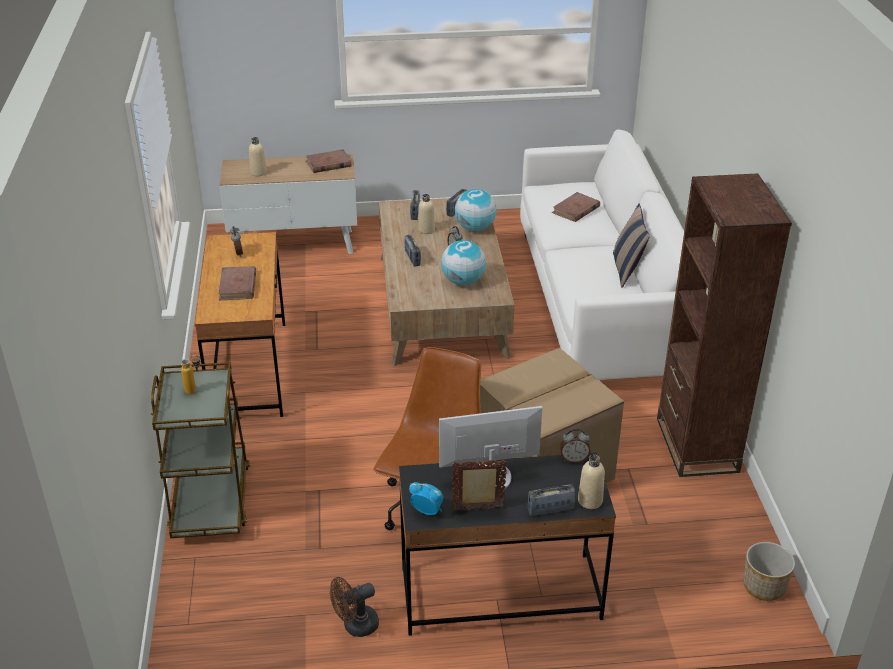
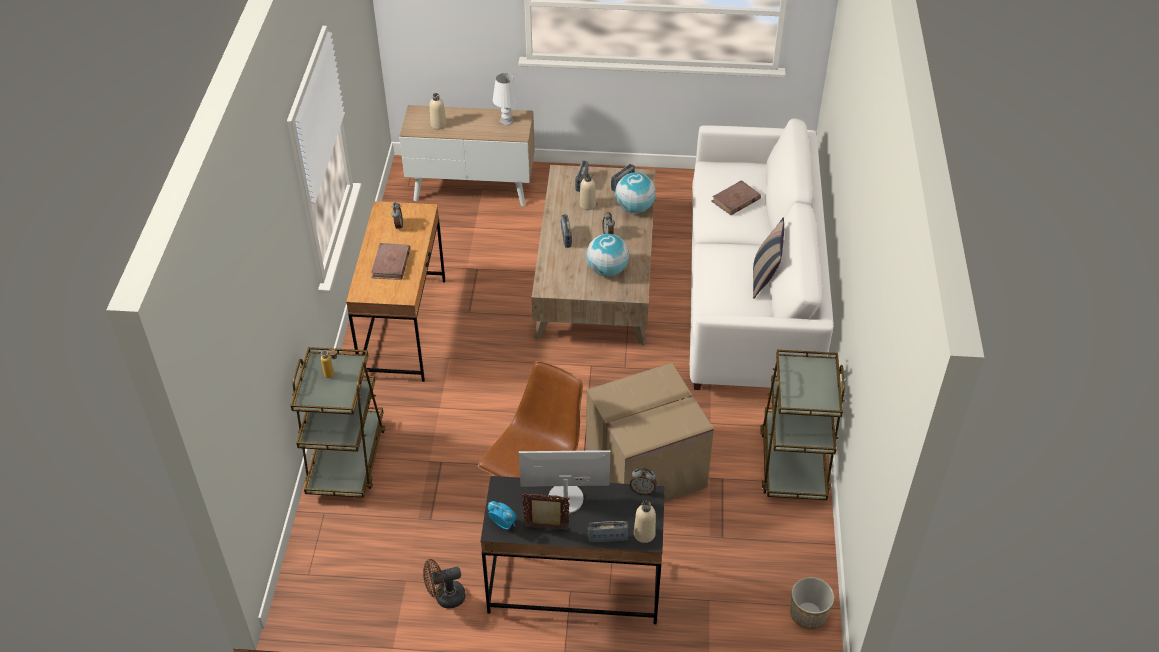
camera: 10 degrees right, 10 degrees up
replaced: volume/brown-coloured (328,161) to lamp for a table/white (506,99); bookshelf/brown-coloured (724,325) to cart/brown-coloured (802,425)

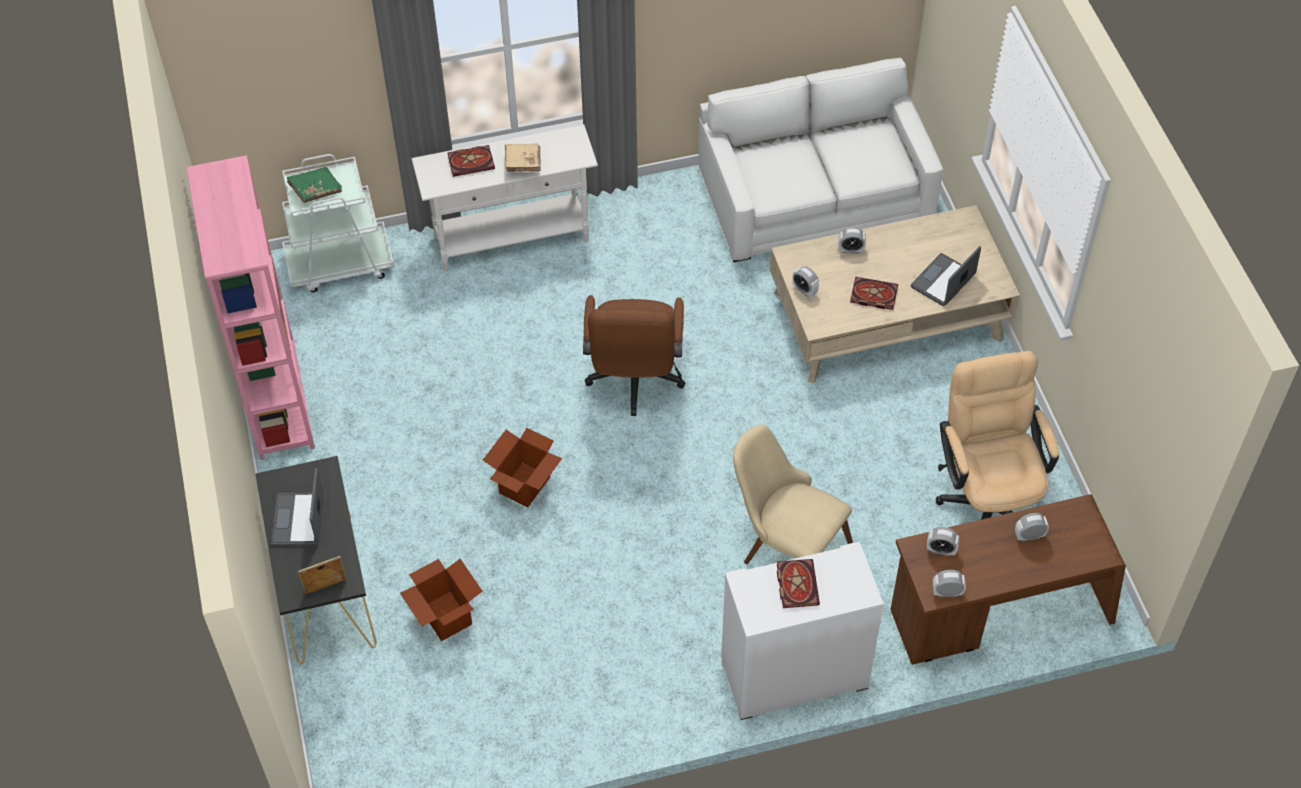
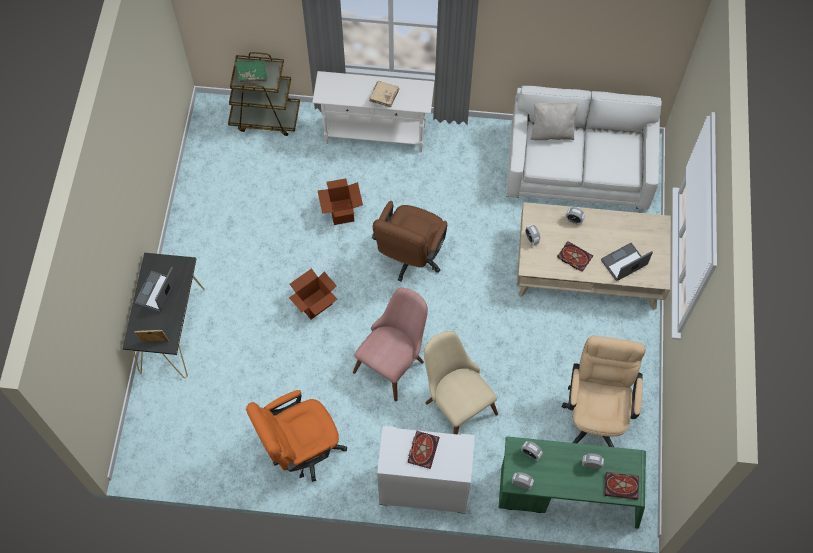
camera: 20 degrees right, 10 degrees up
removed: bookshelf/pinkish (251,307)
added: computer chair/orangey (296,436); plain chair/pinkish (390,345); pillow/beige-coloured (554,121)
moved: carton (441,600) to (340,201); volume (471,161) to (621,486)
recoloured: cart/white (338,223) to cart/brown-coloured (264,94); desk unit/brown-coloured (1008,579) to desk unit/green (572,482)

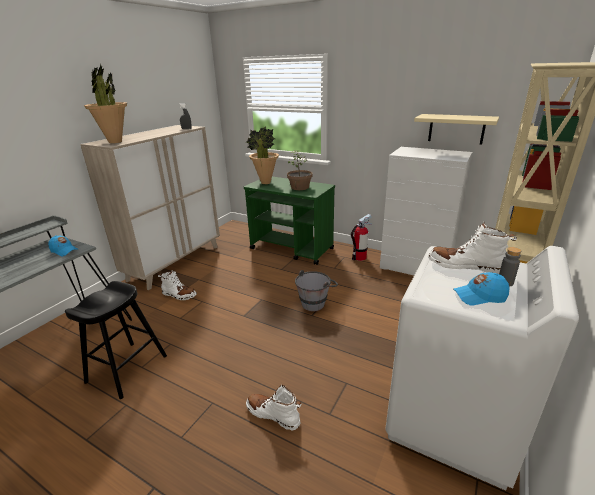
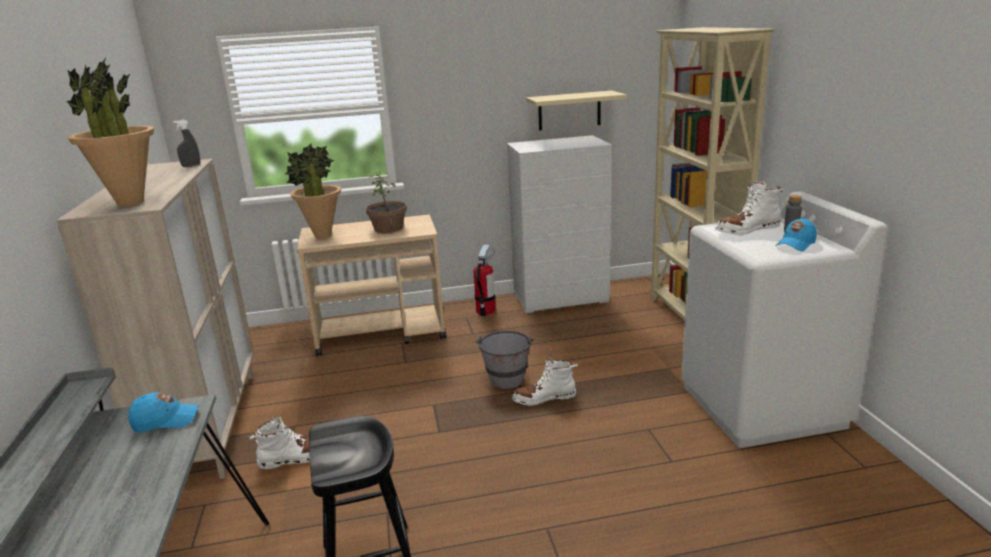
camera: 40 degrees left, 5 degrees down
moved: high-top boot/white (274,407) to (545,381)
recoloured: cart/green (289,221) to cart/beige-coloured (371,285)

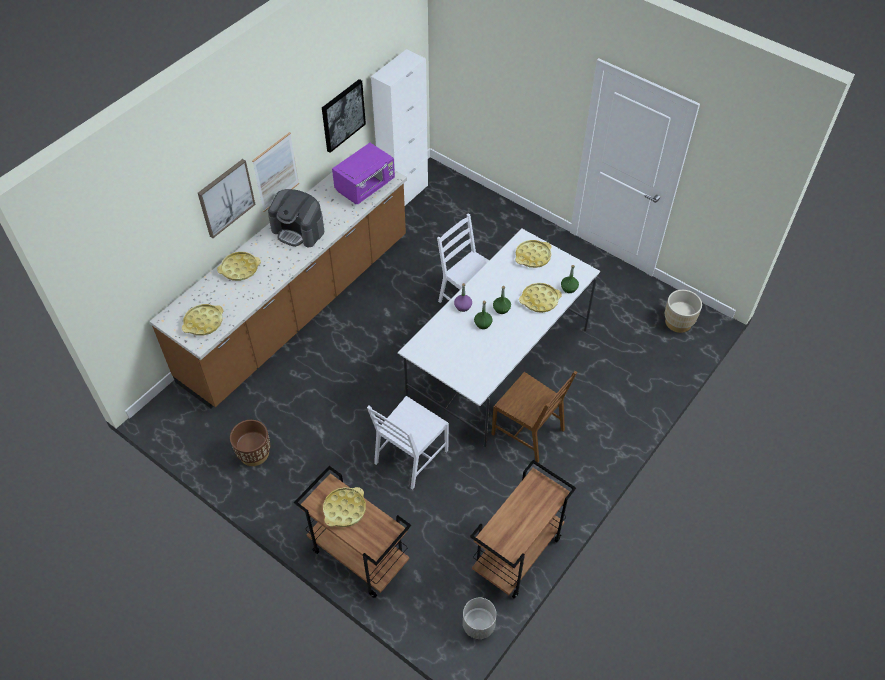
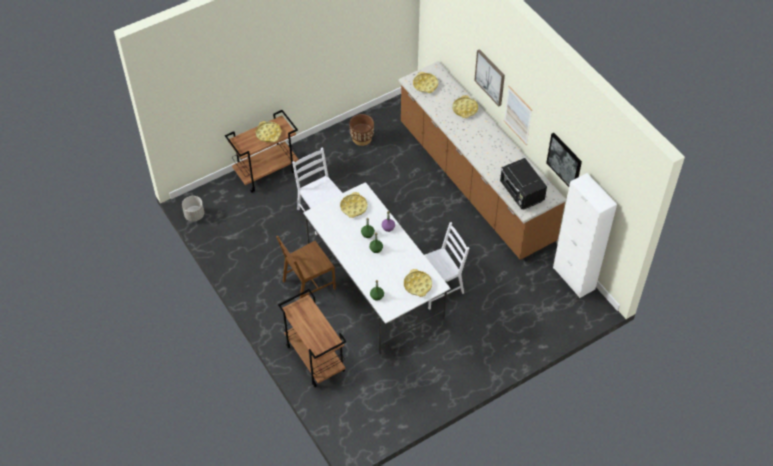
camera: 110 degrees right, 0 degrees up
removed: coffee maker (296,218); flower pot/beige-coloured (683,311)
moved: cart/brown-coloured (523,529) to (312,338); serving tray/yellow (540,298) to (354,205)
recoloured: microwave oven/purple (363,173) to microwave oven/blackish (523,184)

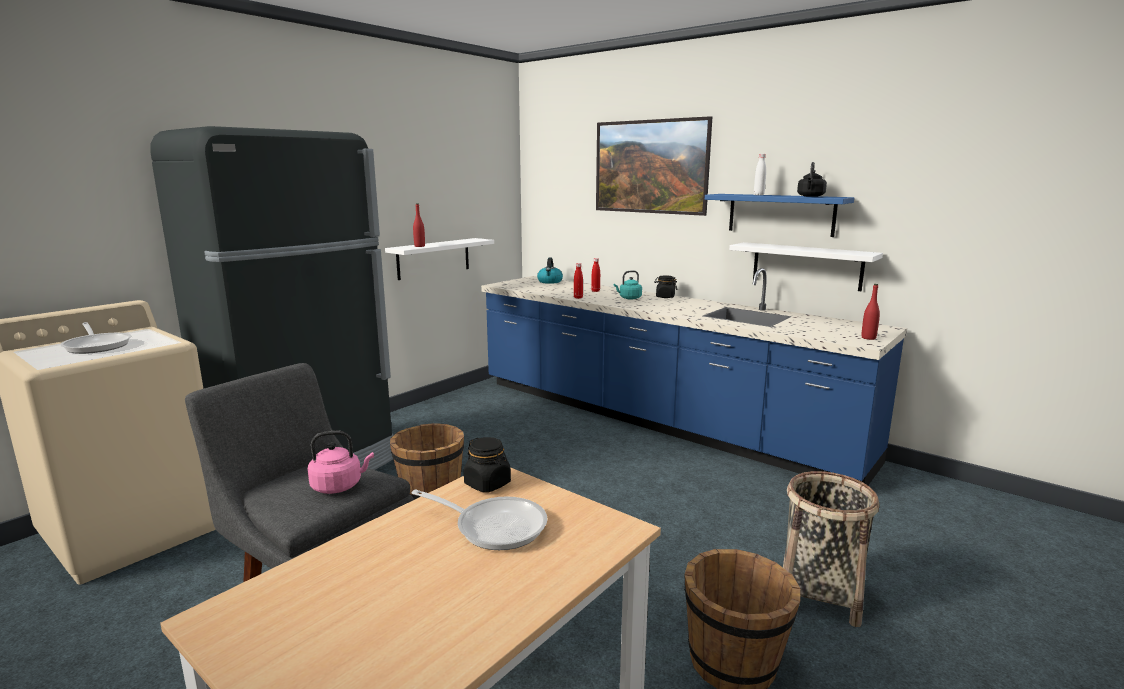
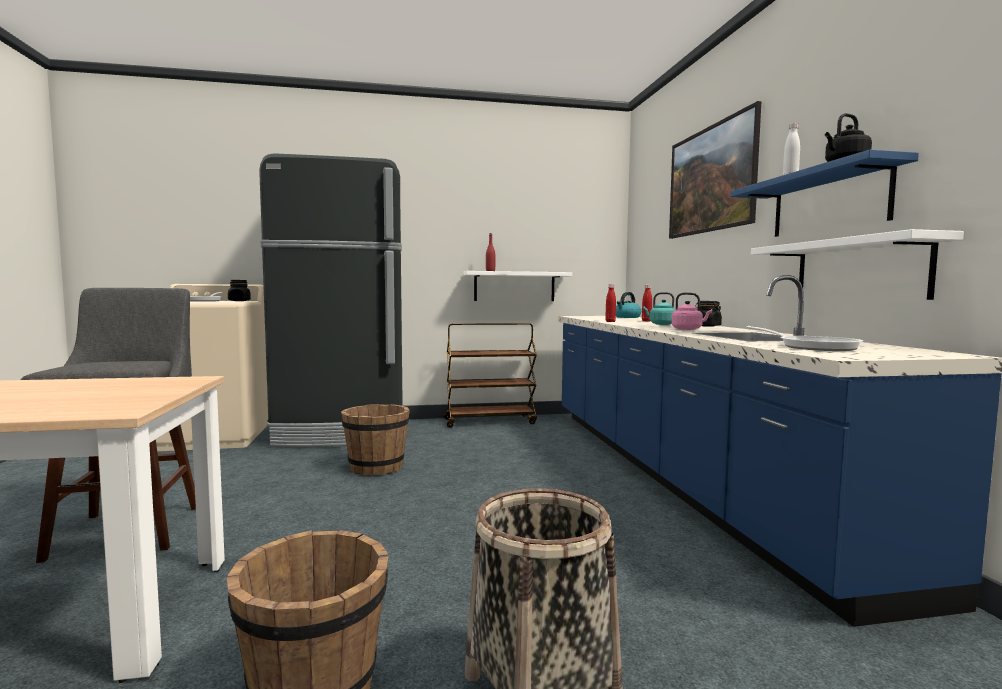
camera: 40 degrees right, 10 degrees down
removed: drink bottle/red-coloured (870,312)
added: cart/brown-coloured (490,375)
moved: water kettle/pinkish (340,462) to (691,311); pan (480,519) to (804,338); preserve jar/blackish (487,465) to (239,290)

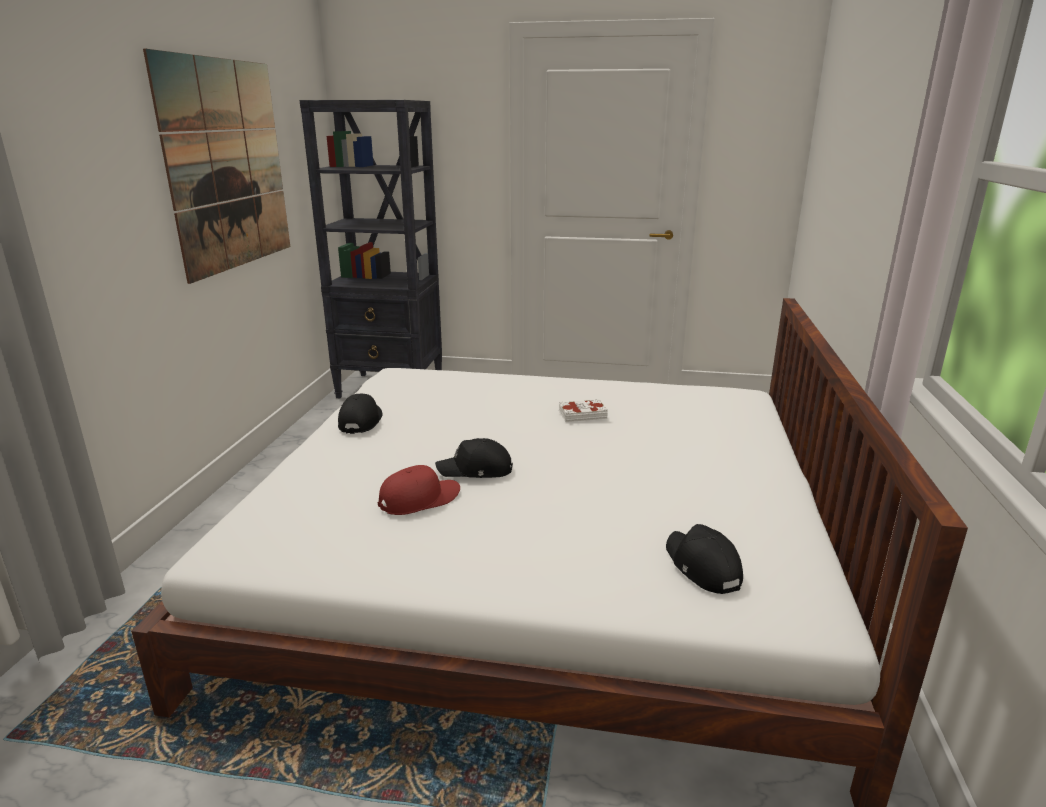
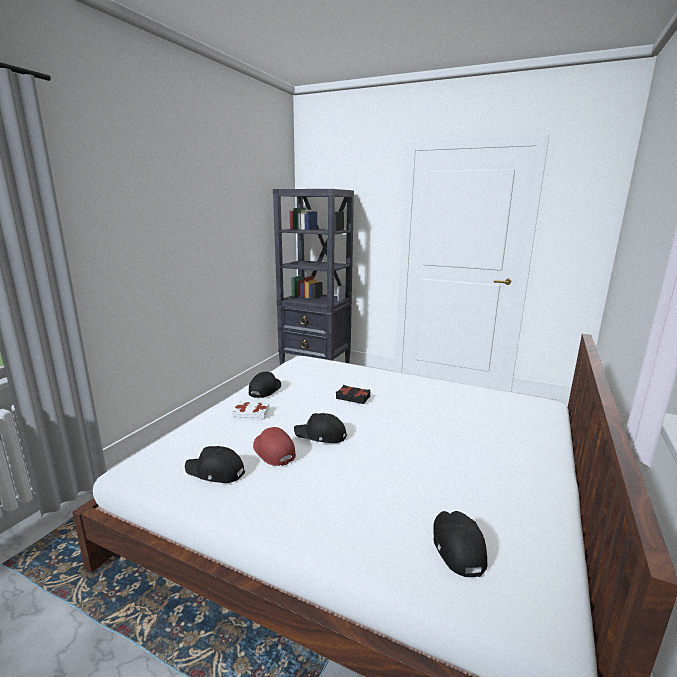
camera: 15 degrees right, 5 degrees down
removed: picture (216,166)
added: peaked cap/blackish (215,464); volume/blackish (353,394)
moved: volume/white (583,410) to (250,410)
turned: peaked cap/red-coloured (419,490) = (274,446) 105 degrees counterclockwise

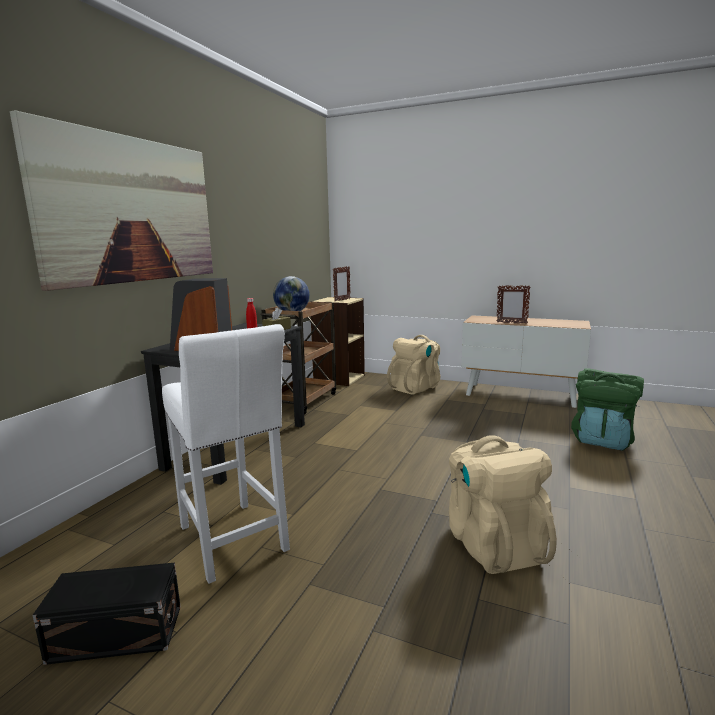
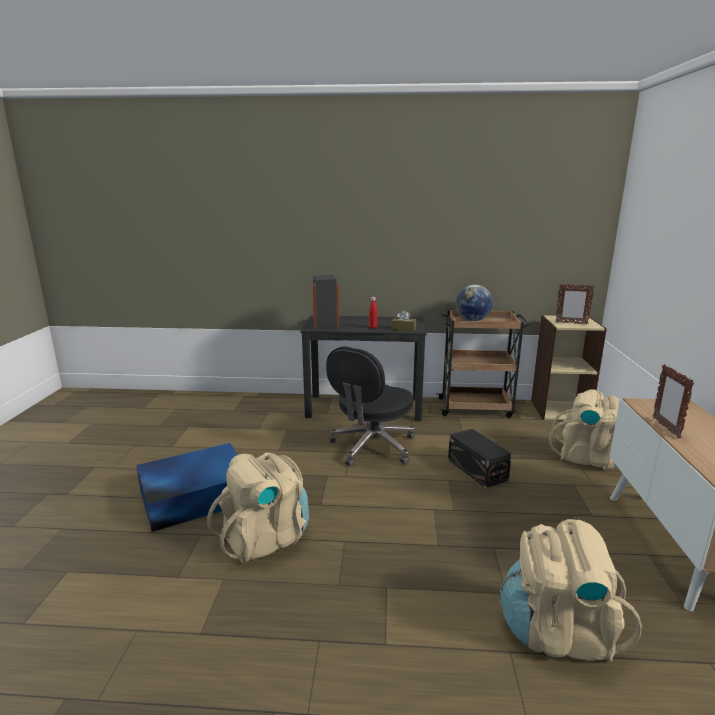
camera: 70 degrees right, 5 degrees up
removed: picture (111,200); stool/white (226,454)
added: storage bin/bluish (187,487); computer chair/blackish (370,406)
moved: storage bin/blackish (107,614) to (480,458)
recoloured: backpack/green (607,409) to backpack/beige-coloured (571,590)

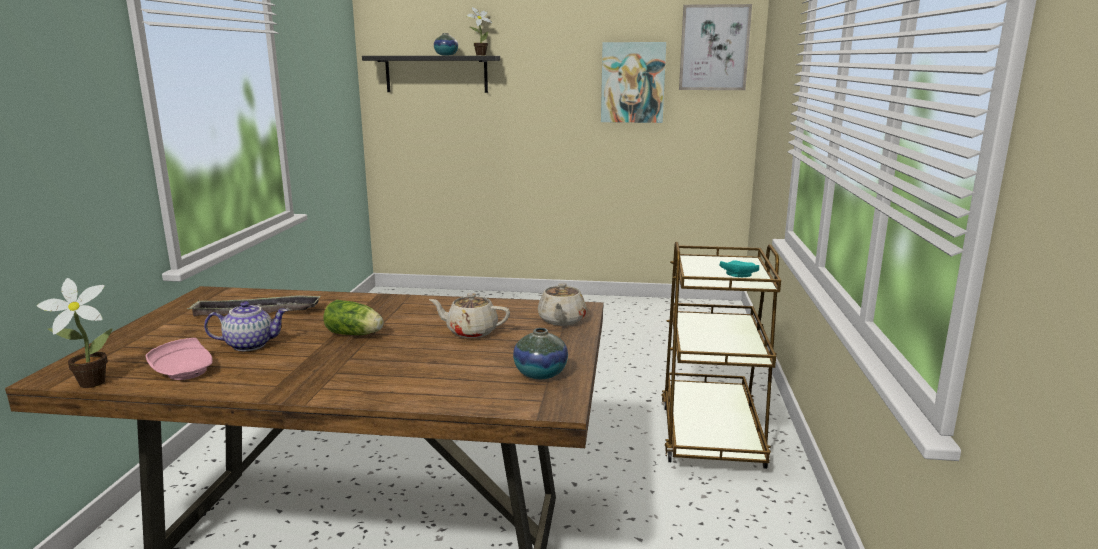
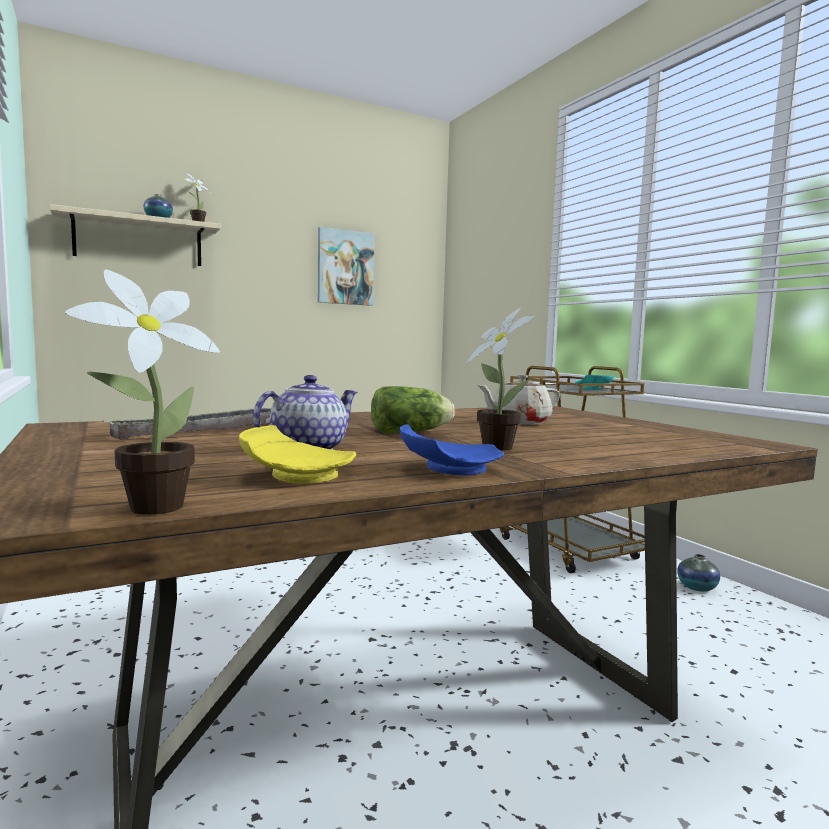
camera: 35 degrees left, 10 degrees down
removed: teapot/beige-coloured (562,304); picture (715,47)
added: flat dish/bluish (452,449); potted plant (501,379)
moved: flower vase (540,353) to (698,573)
recoloured: flat dish/pinkish (179,359) to flat dish/yellow (297,454); shelf/blackish (431,74) to shelf/beige-coloured (135,235)

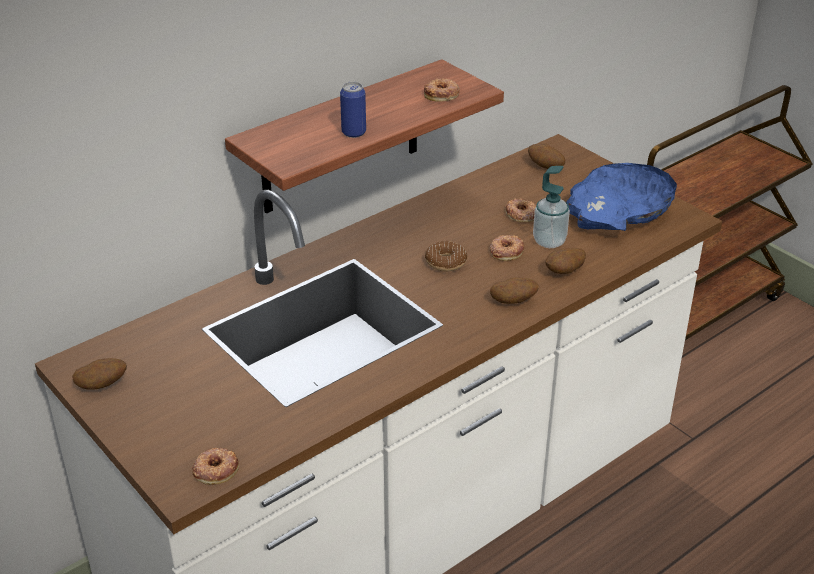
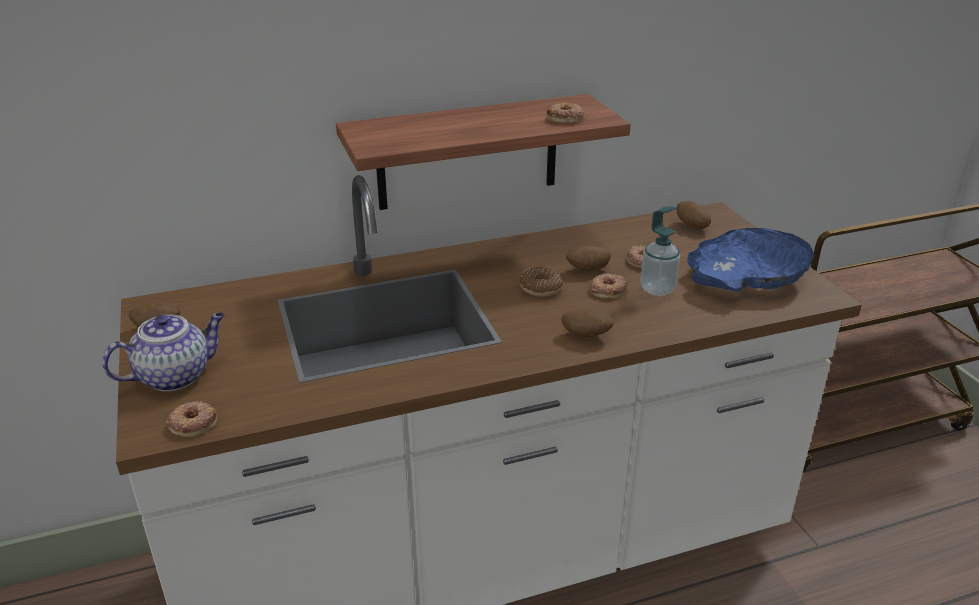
camera: 20 degrees right, 5 degrees down
removed: metal can (353,110)
added: teapot (163,352)
moved: spud (566,261) to (588,258)

